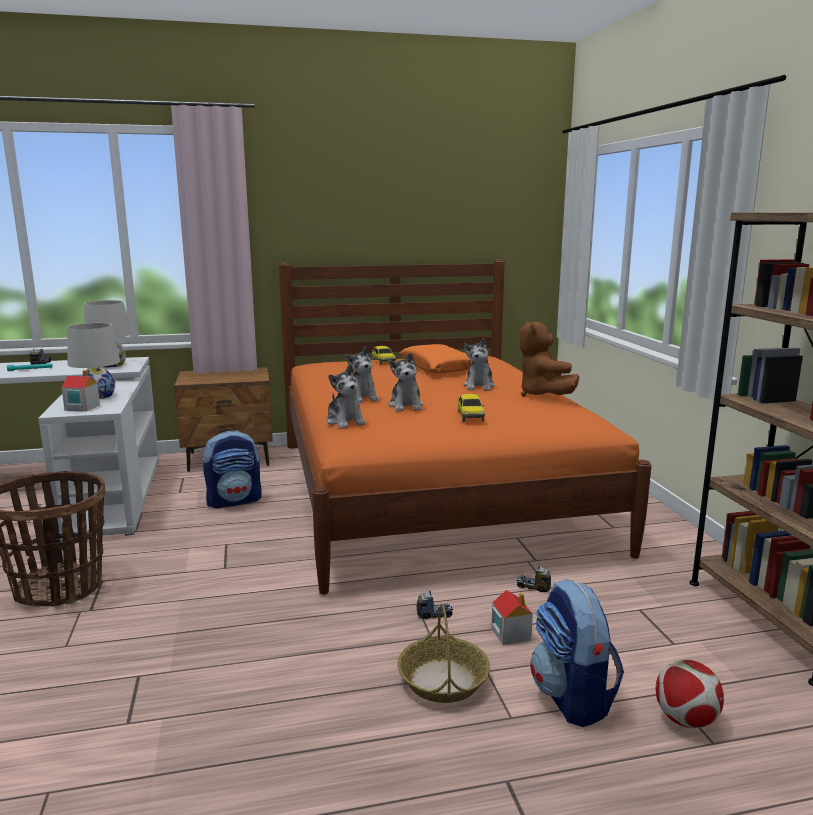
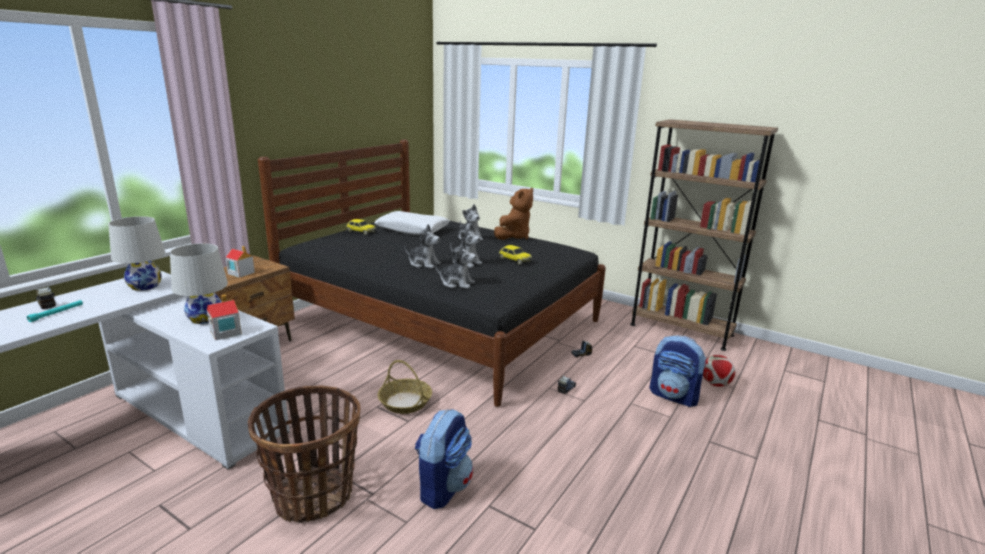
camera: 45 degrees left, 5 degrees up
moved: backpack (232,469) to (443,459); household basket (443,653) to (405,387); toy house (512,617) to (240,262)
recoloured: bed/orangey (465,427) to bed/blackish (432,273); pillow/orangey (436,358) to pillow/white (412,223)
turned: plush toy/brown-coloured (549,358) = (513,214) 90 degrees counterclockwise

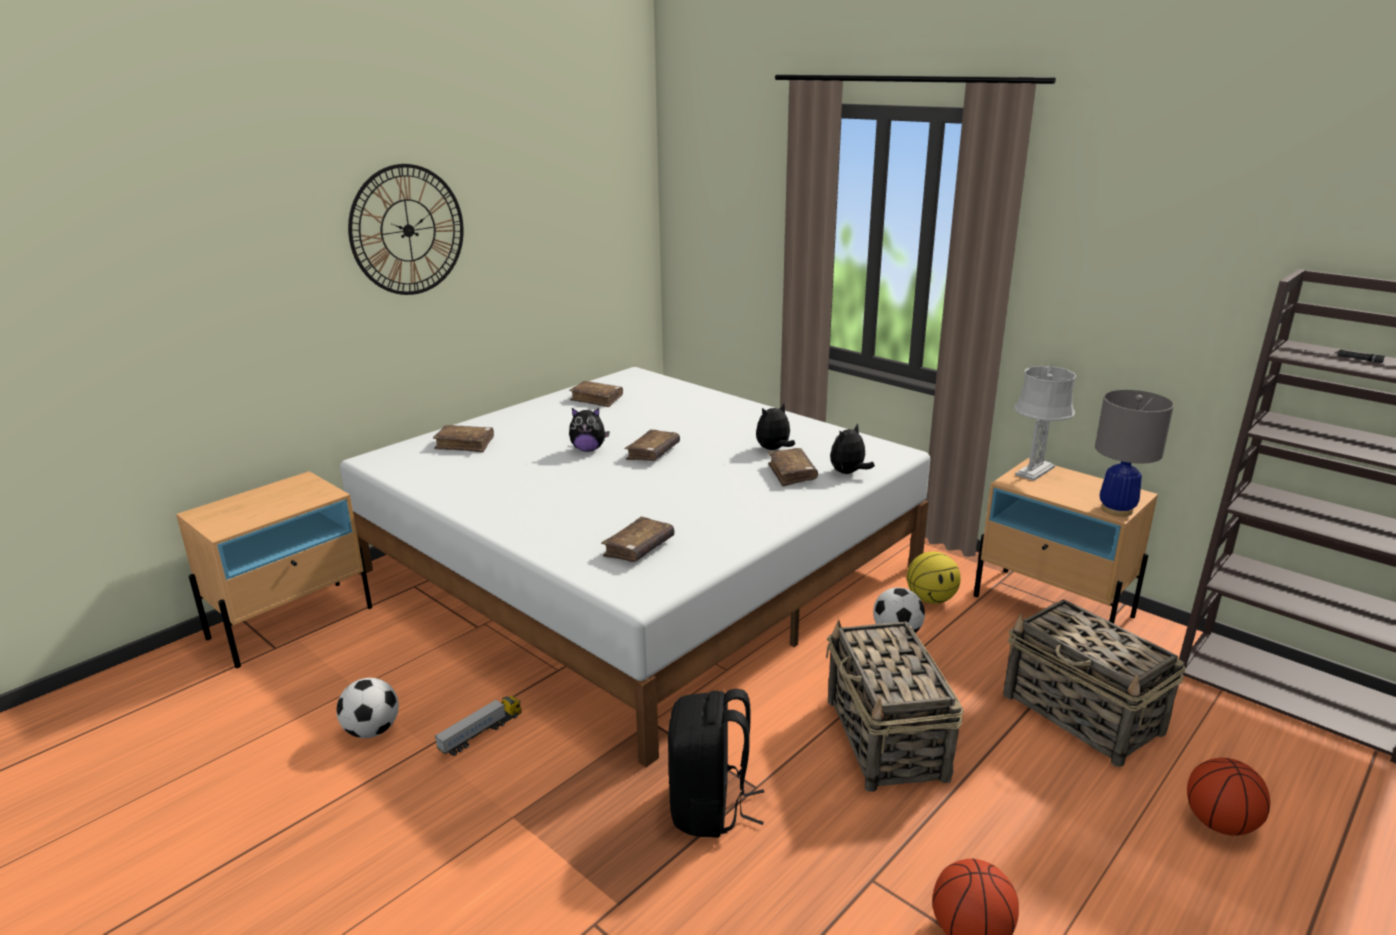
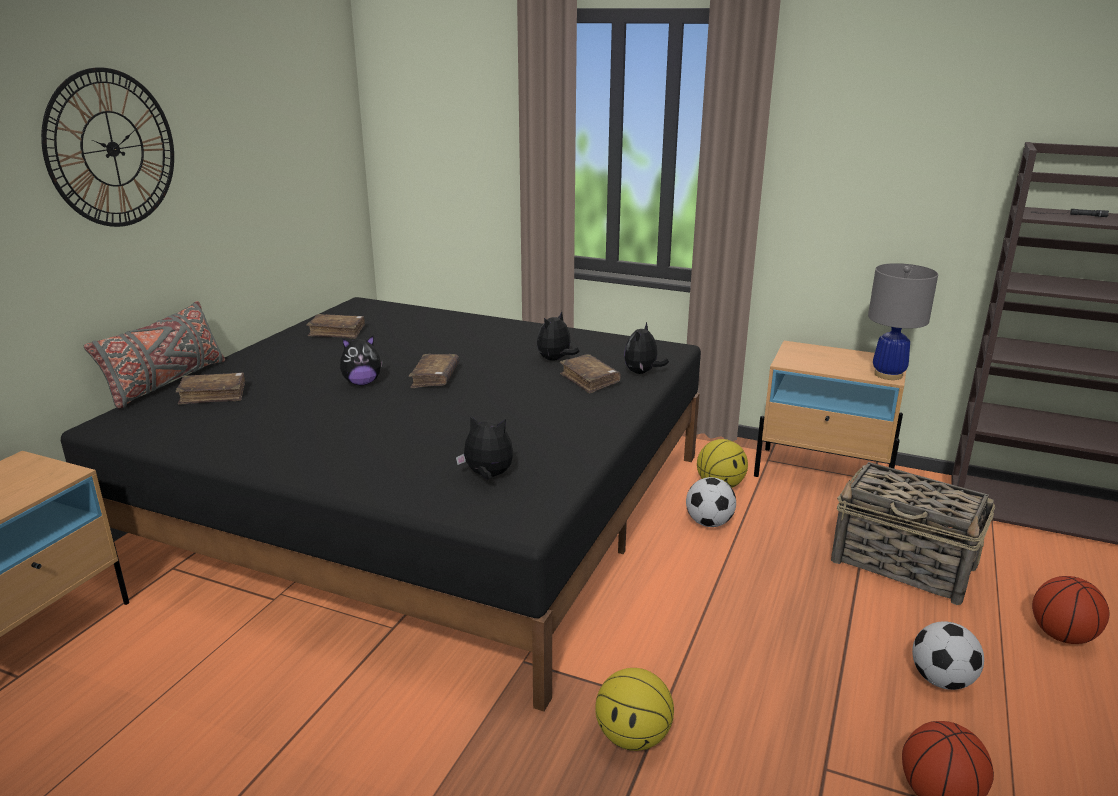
camera: 20 degrees left, 0 degrees up
removed: toy truck (478,726); household basket (895,706); lamp for a table/grey (1045,423)
added: pillow/grey (154,355)
moved: football ball (367,708) to (948,655)
replaced: volume/brown-coloured (637,539) to plush toy (484,447); backpack/blackish (716,763) to basketball ball (634,709)
recoloured: bed/white (635,567) to bed/blackish (381,504)

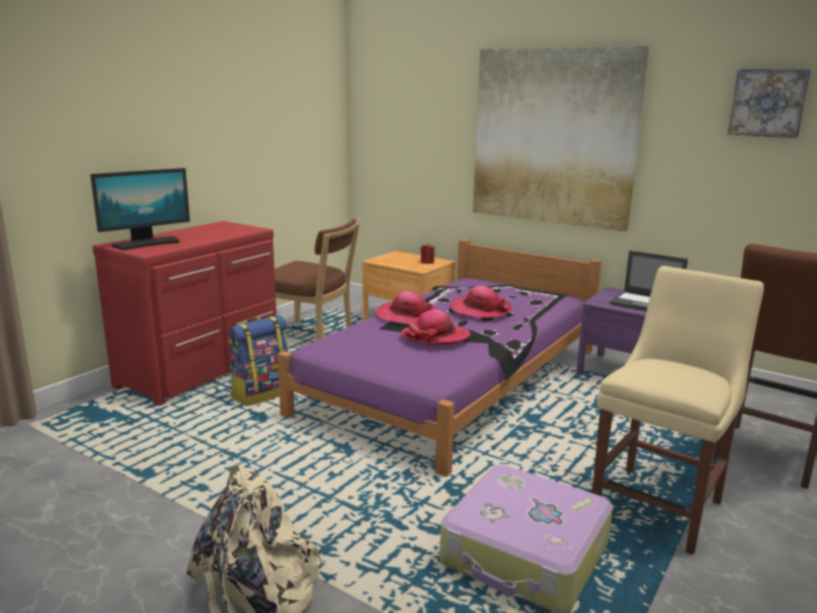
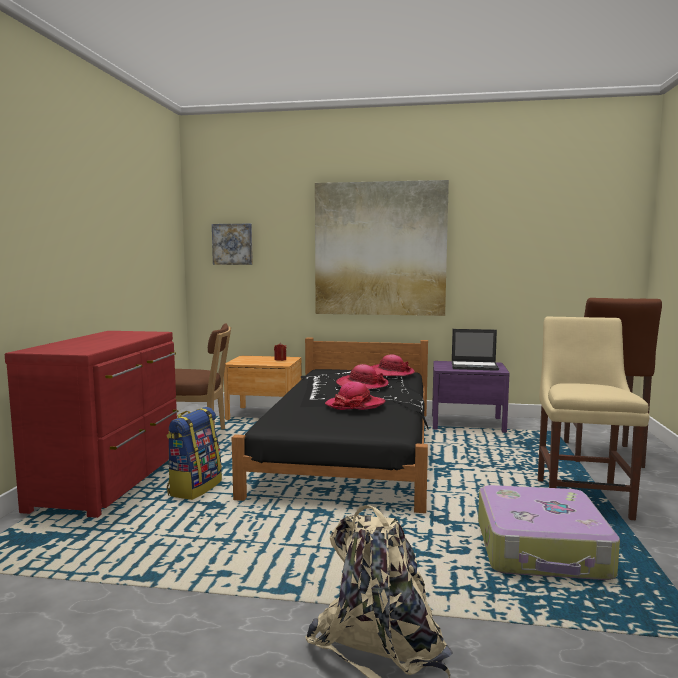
camera: 25 degrees left, 10 degrees down
removed: computer screen (140,209)
moved: wearable hat (407,307) to (393,365); picture (769,103) to (232,244)
recoloured: bed/purple (439,358) to bed/blackish (330,425)

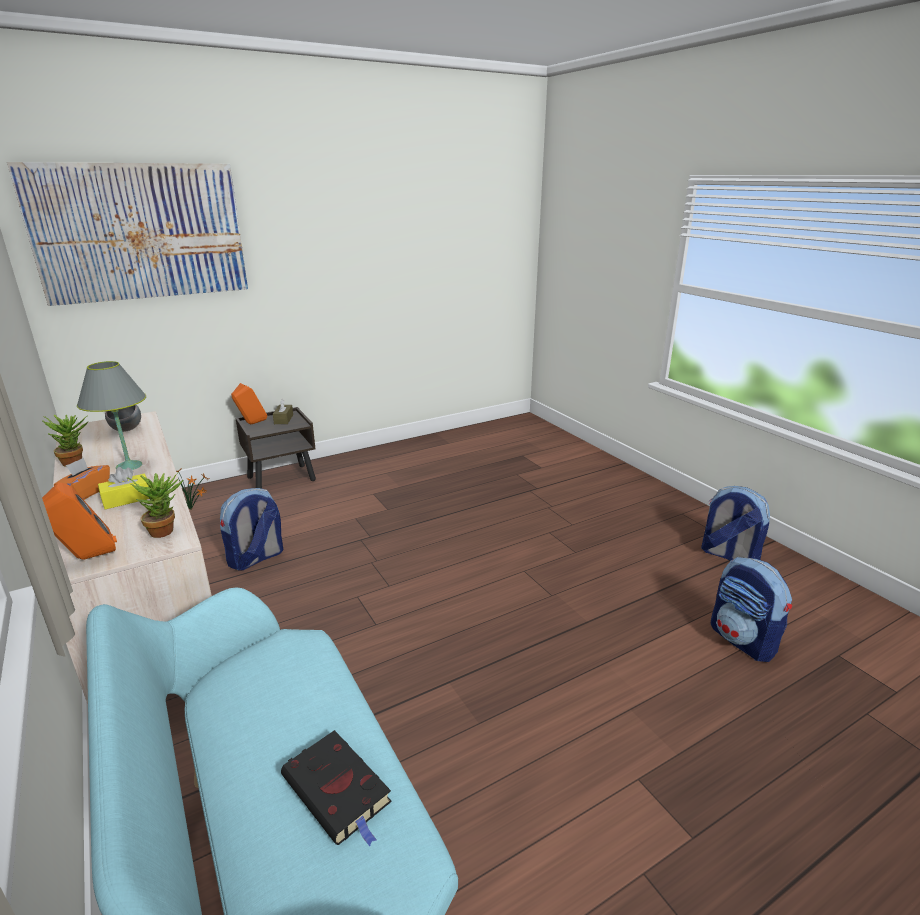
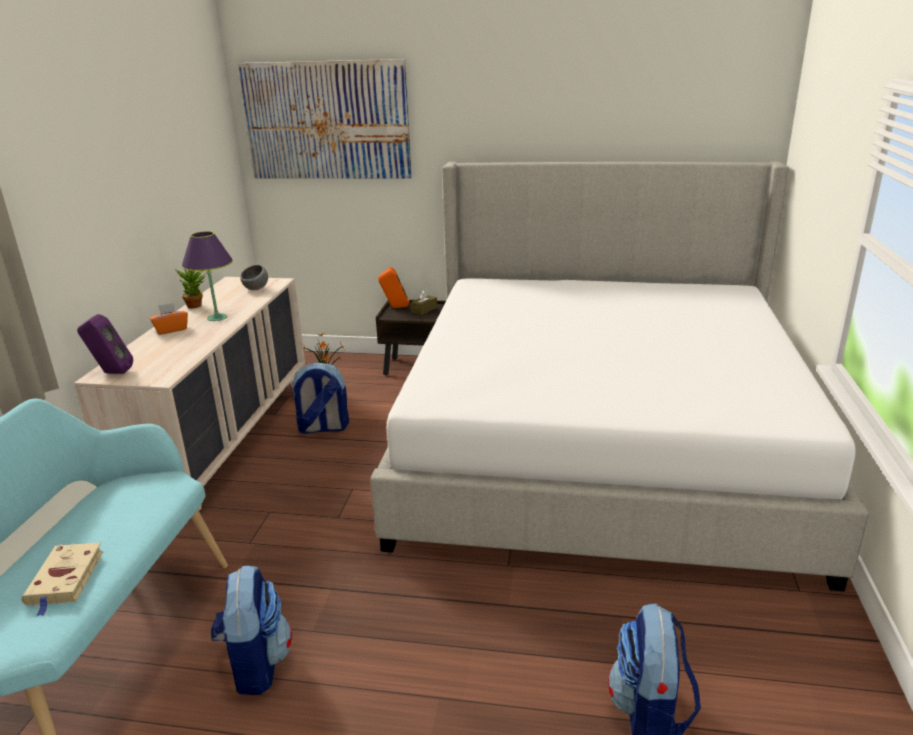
camera: 40 degrees right, 0 degrees up
removed: box of tissues/yellow (123,488); potted plant (155,505)
added: bed (620,376)
moved: backpack (735,523) to (251,630)
recoloured: speaker/orangey (79,521) to speaker/purple (105,344); lamp for a table/grey (111,415) to lamp for a table/purple (207,276); volume/blackish (336,788) to volume/beige-coloured (62,579)

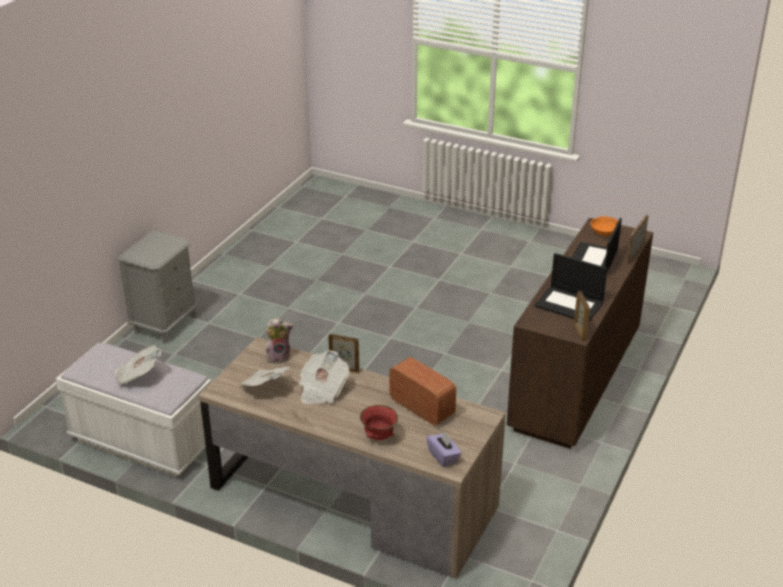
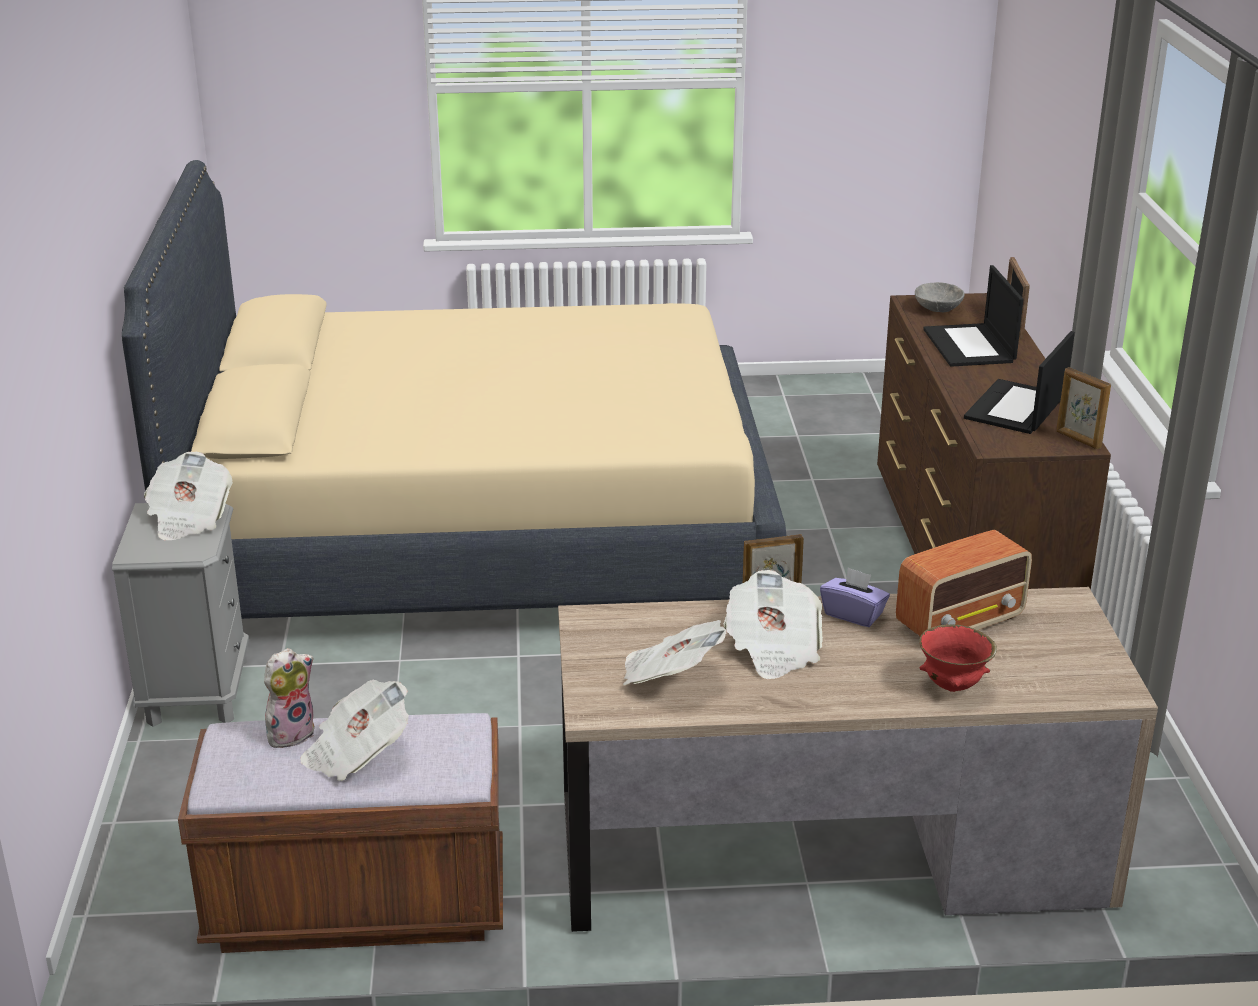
camera: 30 degrees left, 5 degrees down
added: bed/beige-coloured (454,389); printed paper (188,496)
moved: plush toy (279,341) to (289,698); box of tissues/purple (444,449) to (855,597)
recoloured: indoor bench/white (133,410) to indoor bench/brown-coloured (340,833); deep dish/orangey (604,226) to deep dish/grey (940,297)
turned: radio receiver (422,391) = (964,583) 135 degrees clockwise; portable computer (571,288) = (1019,382) 120 degrees clockwise

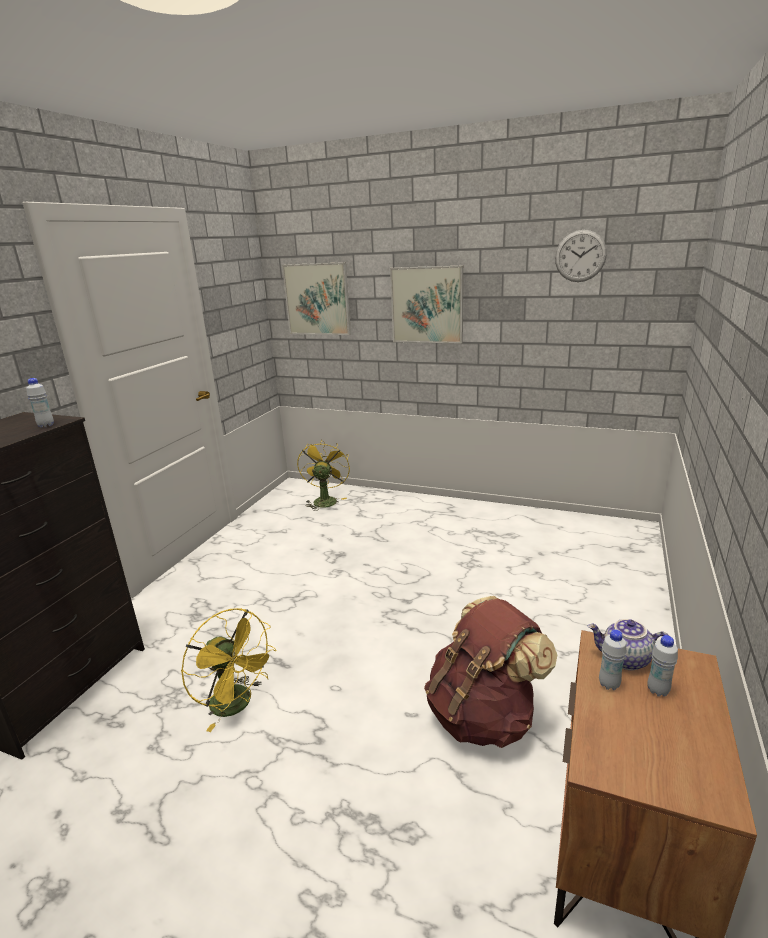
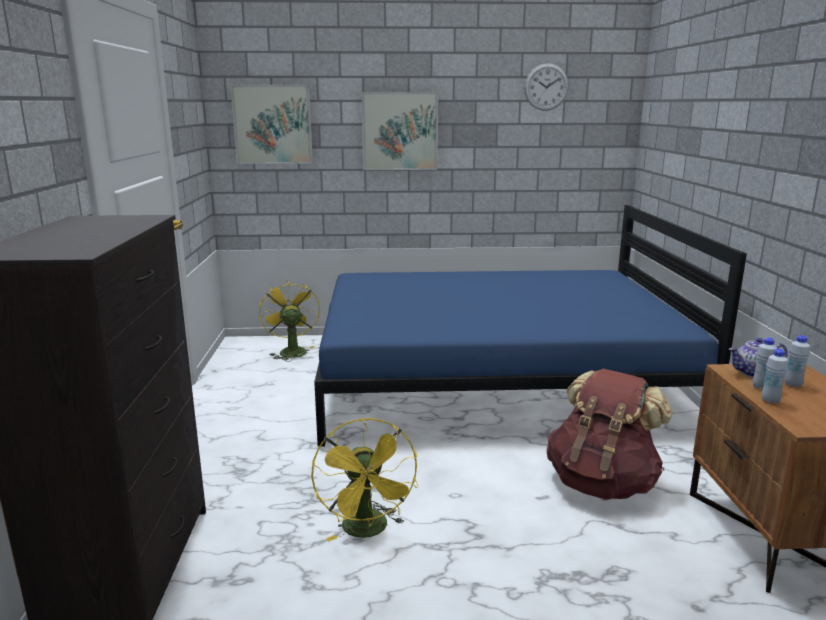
camera: 25 degrees left, 5 degrees down
added: bed/bluish (530,326)
moved: drink bottle/white (40,403) to (775,376)
turned: fan/yellow (229,670) = (364,479) 60 degrees clockwise

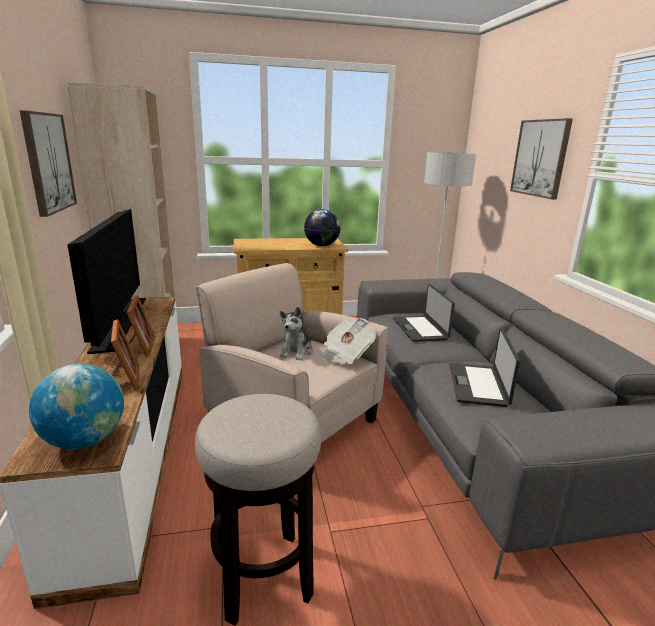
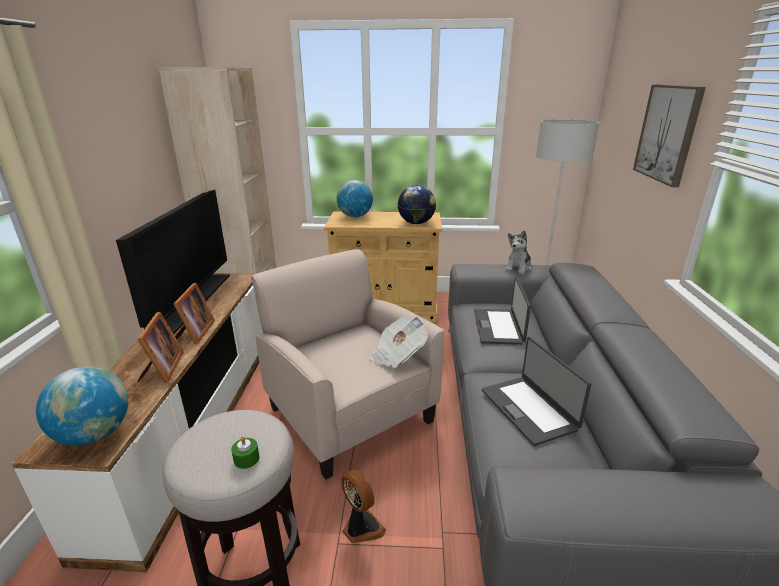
camera: 15 degrees right, 5 degrees up
removed: picture (48,163)
added: candle/green (245,452); globe (355,198); fan (363,506)
moved: plush toy (296,334) to (518,252)
turned: portable computer (484,367) = (536,391) 45 degrees counterclockwise

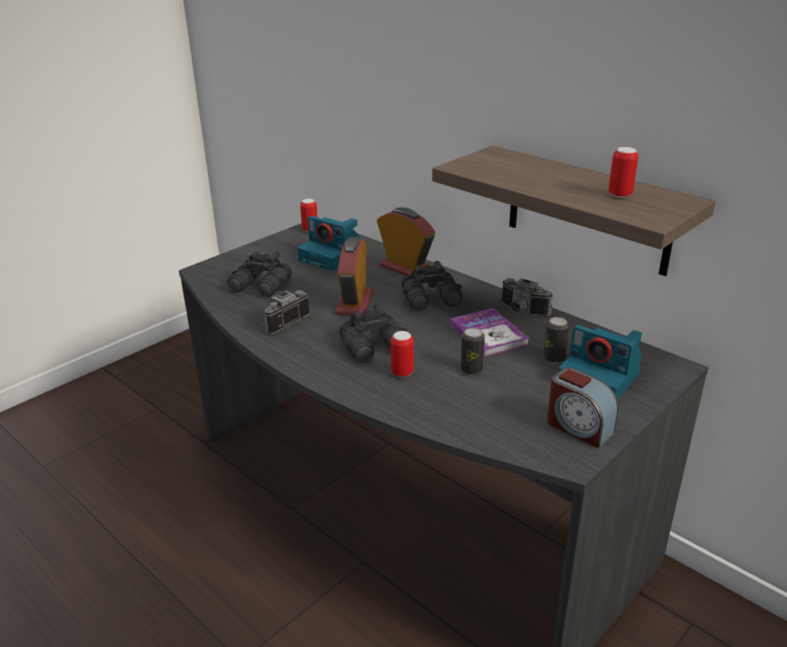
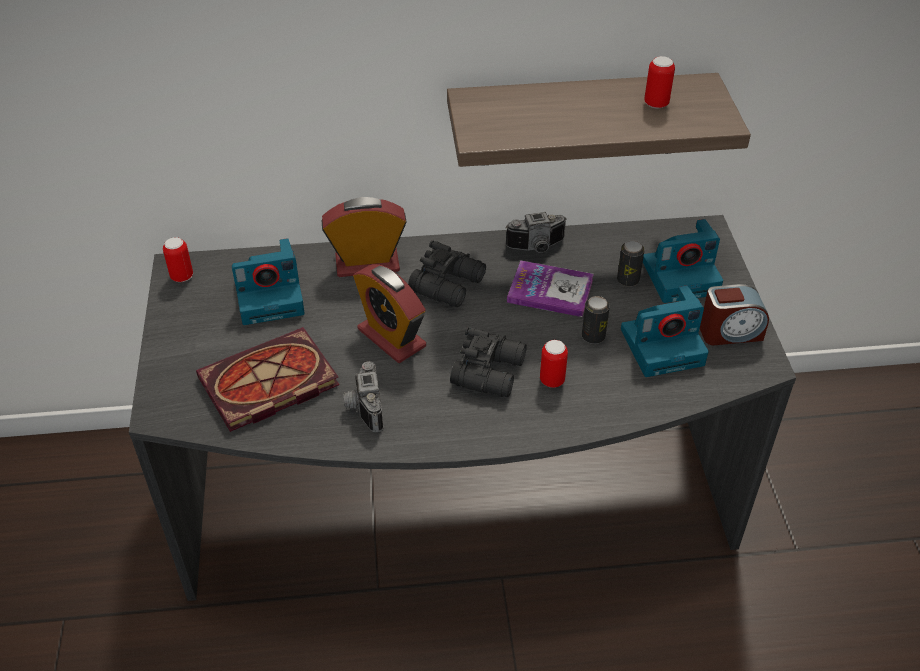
camera: 50 degrees left, 15 degrees up
added: still camera (665,331)
replaced: binoculars/blackish (259,274) to volume (267,379)

